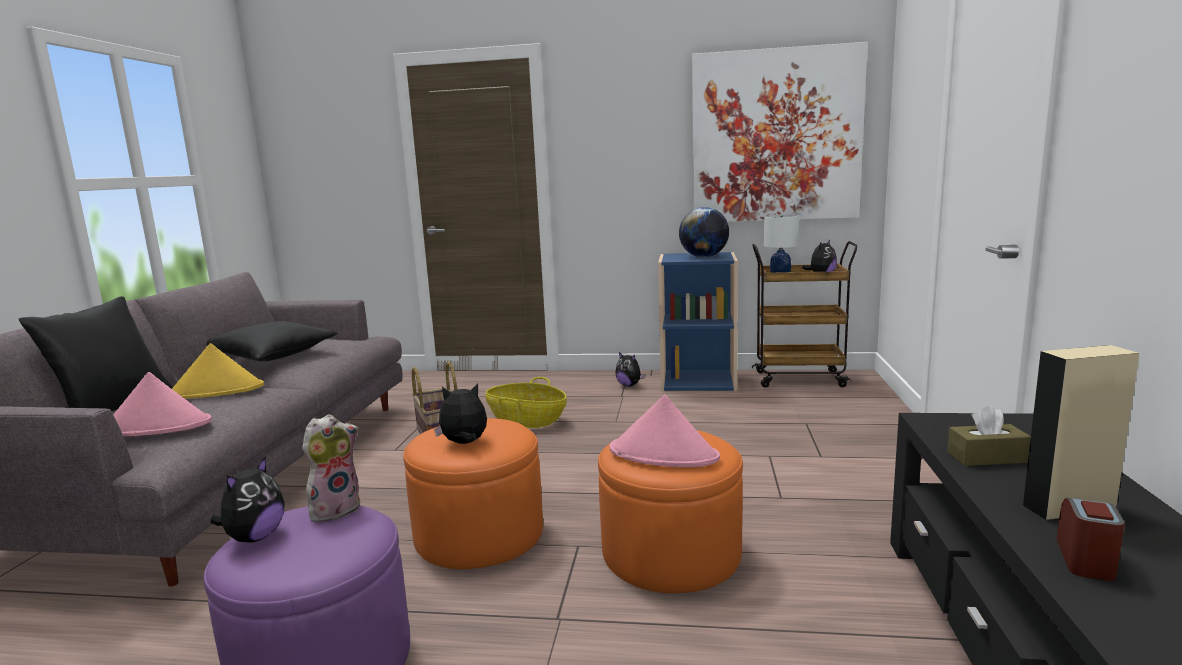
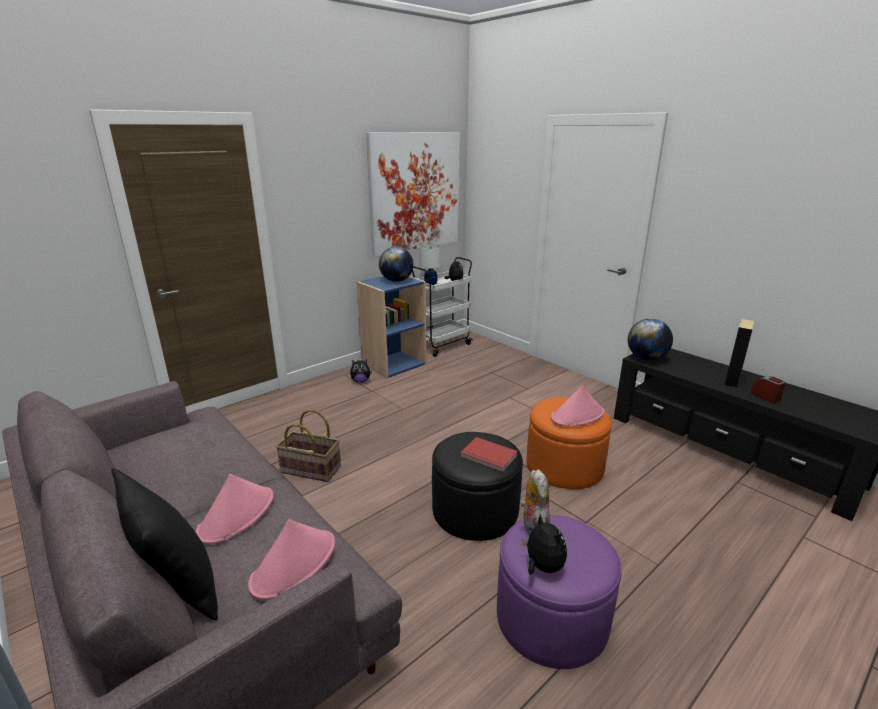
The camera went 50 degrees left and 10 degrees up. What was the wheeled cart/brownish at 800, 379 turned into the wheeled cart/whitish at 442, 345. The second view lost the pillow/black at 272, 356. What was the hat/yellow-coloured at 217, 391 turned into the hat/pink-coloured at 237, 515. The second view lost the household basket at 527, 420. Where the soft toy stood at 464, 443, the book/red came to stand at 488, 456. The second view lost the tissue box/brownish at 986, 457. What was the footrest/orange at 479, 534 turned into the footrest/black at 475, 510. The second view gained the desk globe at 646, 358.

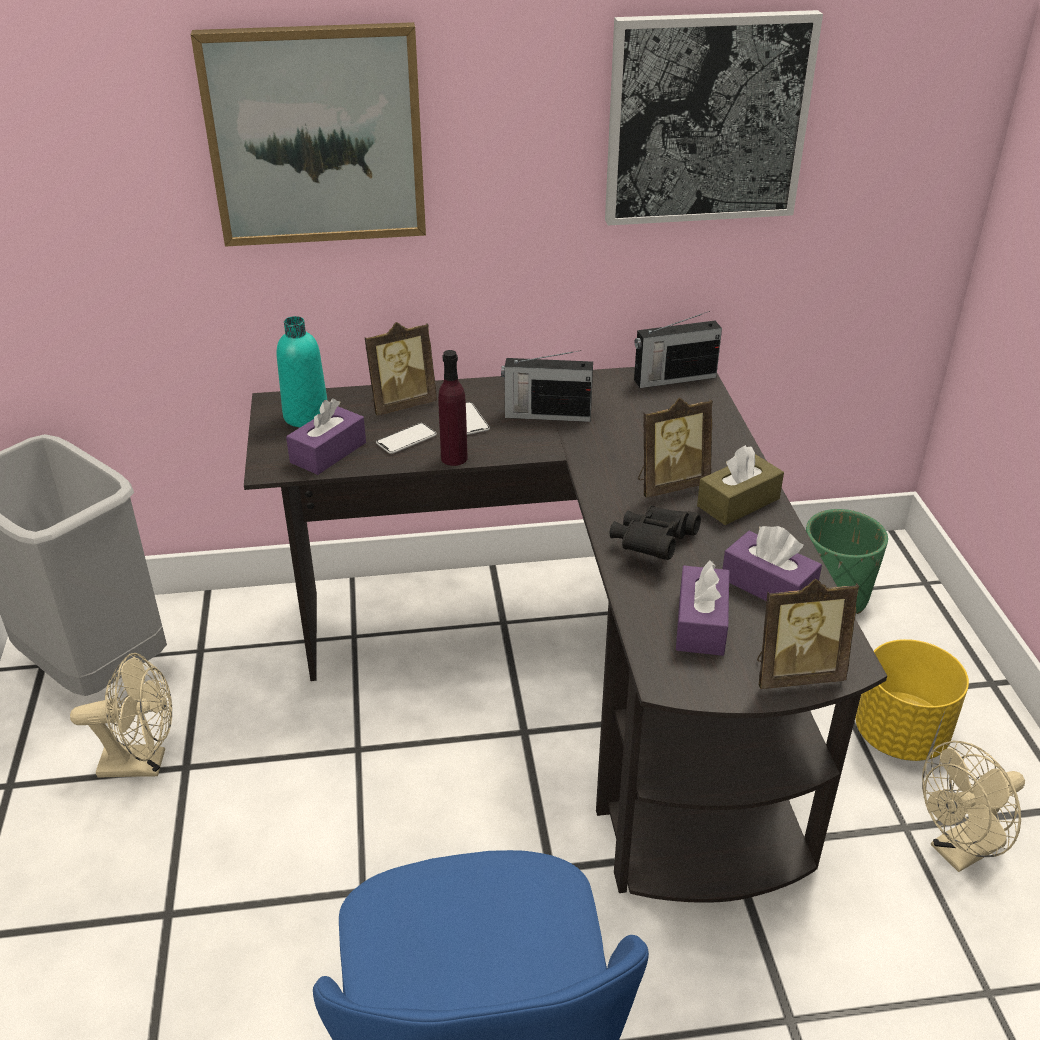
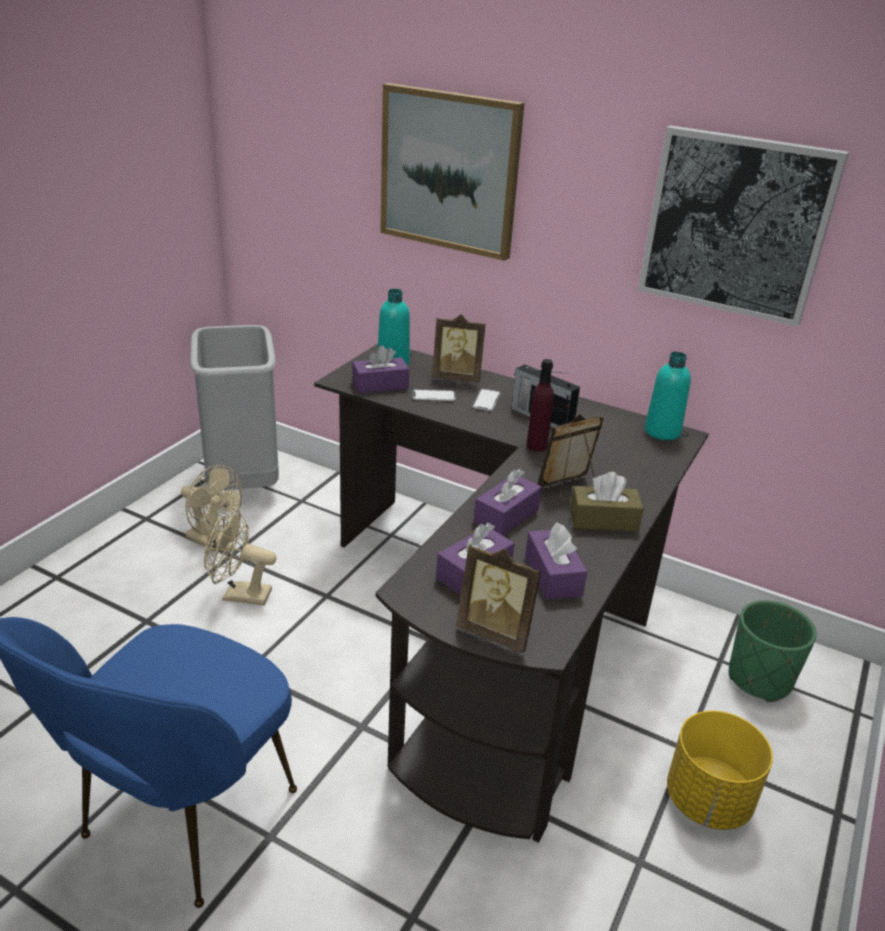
The camera went 35 degrees right and 5 degrees down. Where the radio set stood at 673, 378, the bottle/turquoise came to stand at 662, 431. The bottle/purplish ended up elsewhere, having gone from 454, 458 to 536, 446. The photo frame at 670, 484 ended up facing another way, 135 degrees clockwise from before. Where the pair of binoculars/black stood at 652, 545, the tissue box/purplish came to stand at 506, 516. The electric fan/beige ended up elsewhere, having gone from 959, 852 to 239, 595.

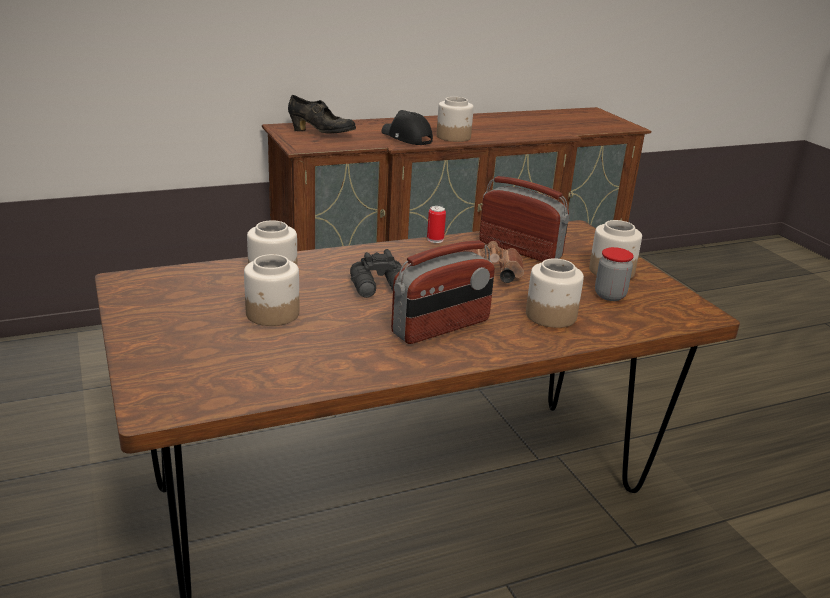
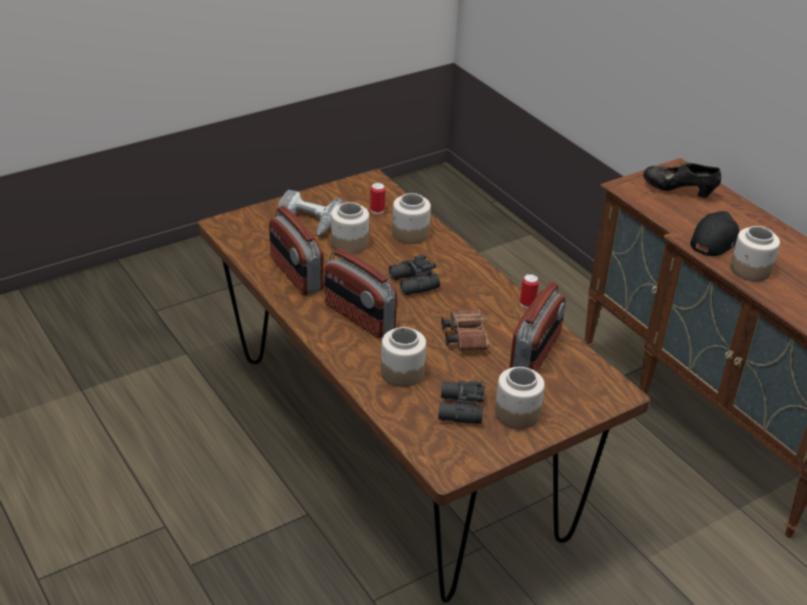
The camera went 80 degrees right and 10 degrees up. The shoe/black at 321, 134 ended up facing another way, 105 degrees clockwise from before. Where the preserve jar stood at 610, 295, the pair of binoculars/black came to stand at 459, 409. The second view gained the sealed can at 377, 210. The second view gained the electric drill at 307, 220. The second view gained the radio set at 295, 274.

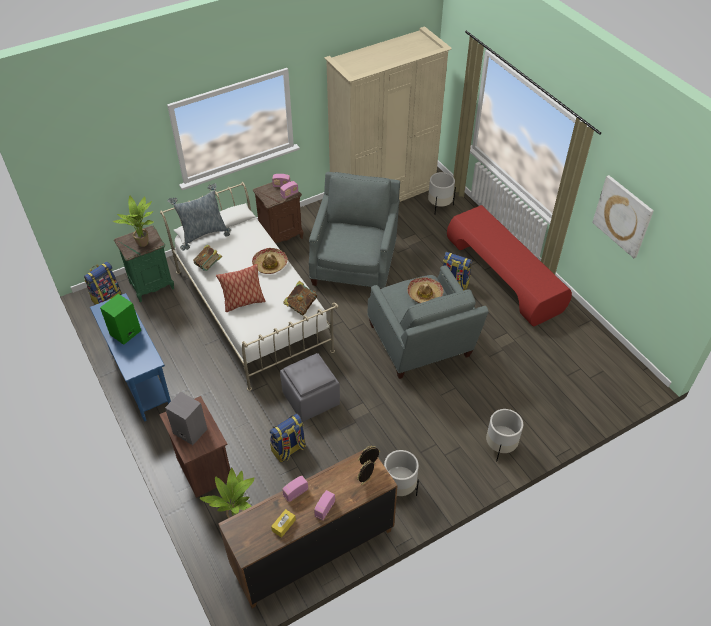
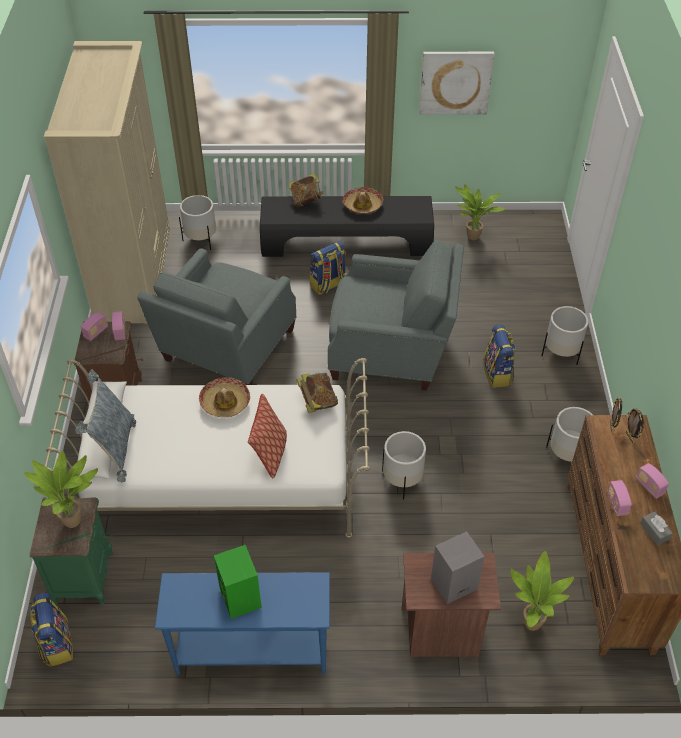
The camera went 60 degrees left and 0 degrees up. The lounge chair/gray at 355, 262 ended up facing another way, 105 degrees counterclockwise from before. What was the bench/red at 504, 275 turned into the bench/black at 346, 242. The book ended up elsewhere, having gone from 209, 266 to 306, 200. The hat ended up elsewhere, having gone from 425, 294 to 362, 205. Where the footrest/gray stood at 311, 398, the flower pot/whitish came to stand at 402, 480. The backpack ended up elsewhere, having gone from 289, 449 to 498, 374. What was the tissue box/yellow-coloured at 283, 525 turned into the tissue box/gray at 654, 531. The second view gained the plant in a pot at 472, 238.

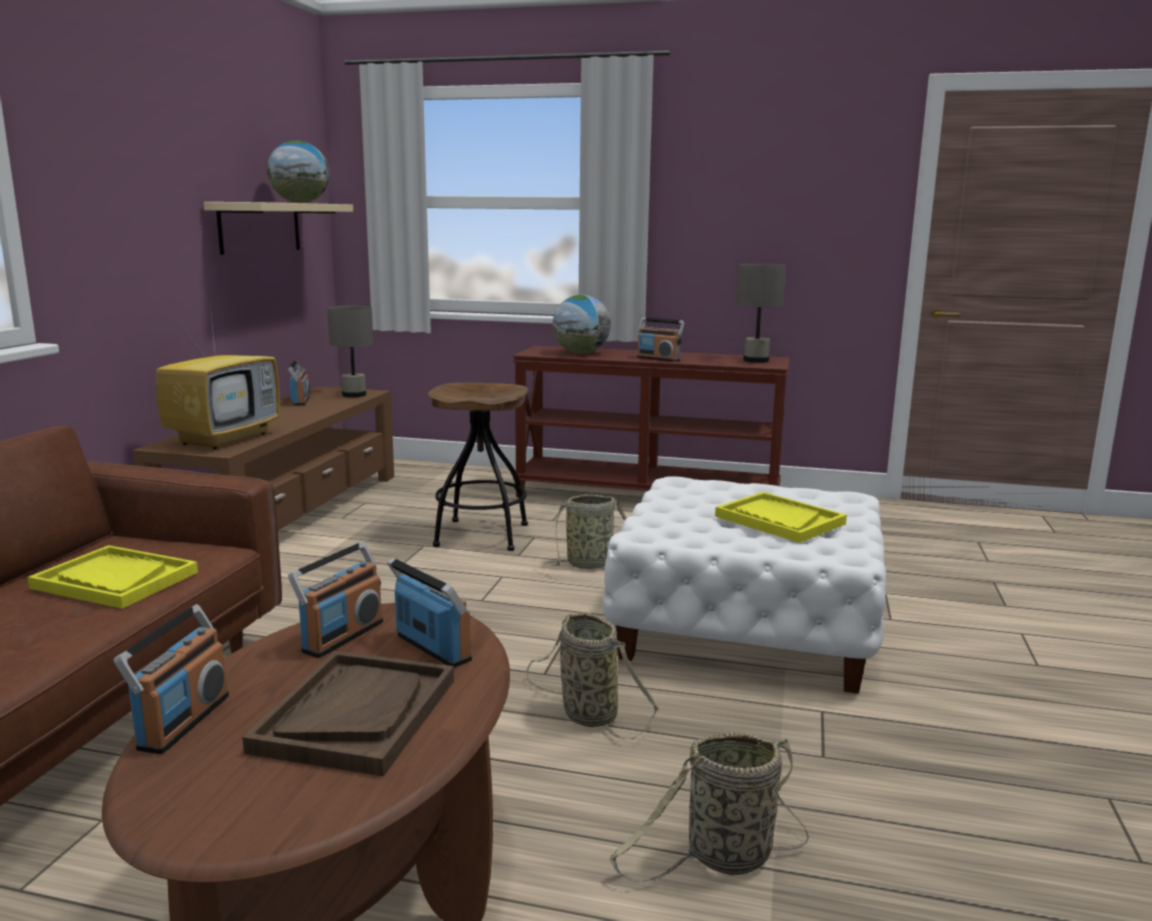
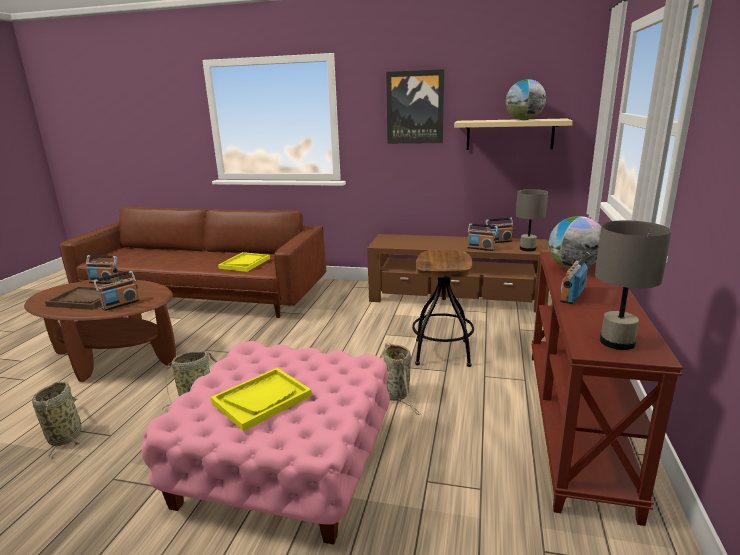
The camera went 90 degrees right and 5 degrees up. The second view lost the TV at 225, 438. What was the footrest/whitish at 747, 626 turned into the footrest/pink-coloured at 285, 464. The radio set ended up elsewhere, having gone from 342, 636 to 481, 248. The second view gained the wall picture at 415, 107.

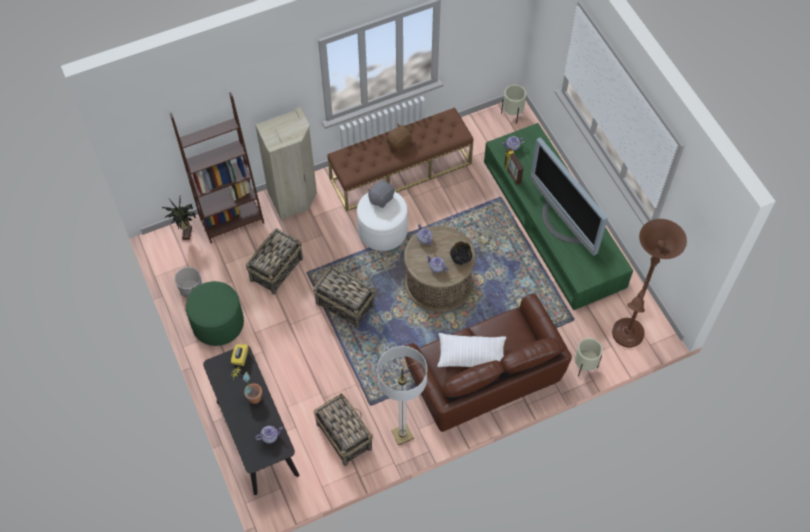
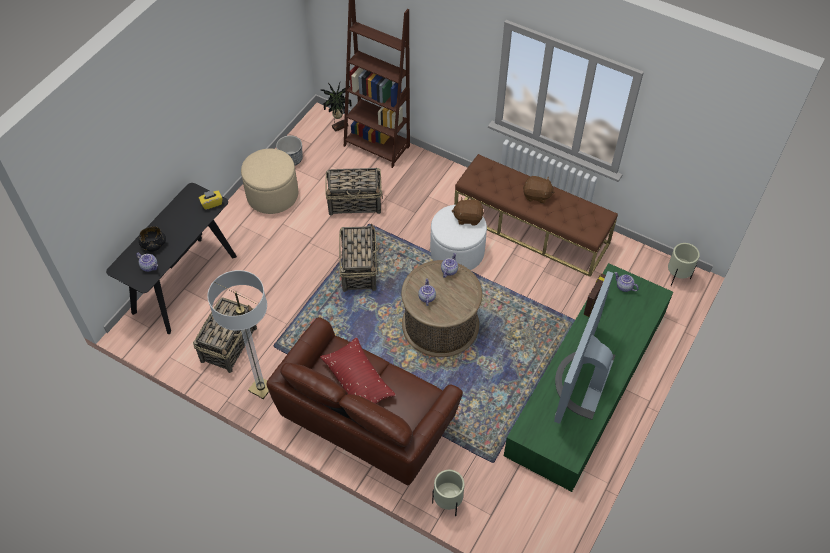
The camera went 55 degrees right and 5 degrees down. The second view lost the cupboard/beige at 294, 197. What was the soft toy/gray at 381, 198 turned into the soft toy/brownish at 468, 217. The second view lost the standard lamp/brownish at 626, 337. The serving bowl/black ended up elsewhere, having gone from 461, 257 to 154, 244. What was the footrest/greenish at 218, 323 turned into the footrest/beige at 272, 195. What was the pillow/whitish at 471, 356 turned into the pillow/red at 357, 381. The second view lost the plant in a pot at 250, 396.

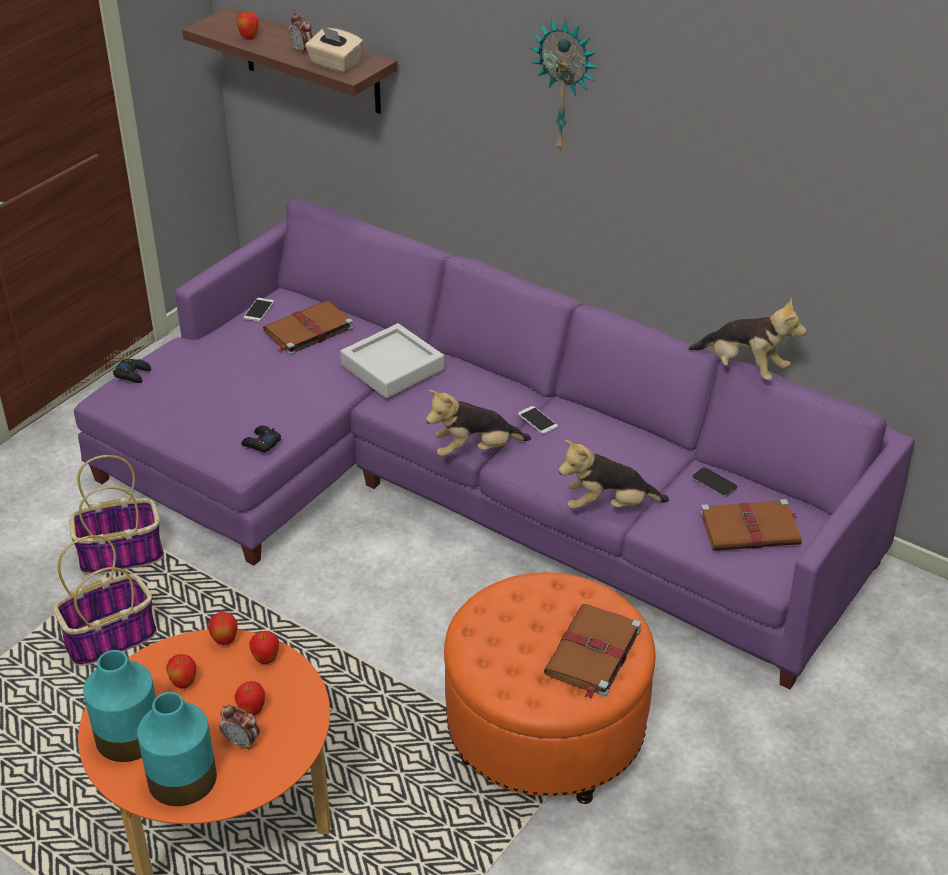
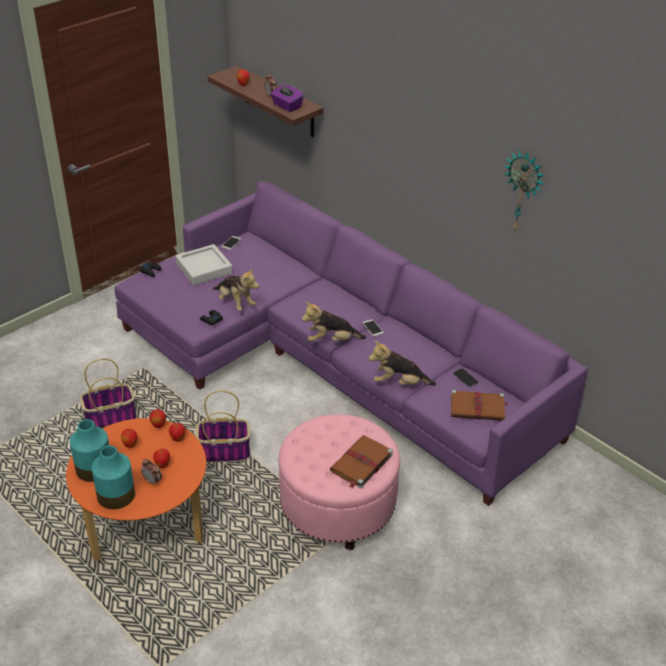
The camera went 10 degrees right and 0 degrees up. The wall clock ended up elsewhere, having gone from 566, 85 to 523, 191. What was the tissue box/beige at 335, 65 turned into the tissue box/purplish at 286, 106. The soft toy ended up elsewhere, having gone from 743, 368 to 235, 302. The second view lost the book/brownish at 307, 330. The serving tray/gray ended up elsewhere, having gone from 392, 367 to 204, 268. The household basket ended up elsewhere, having gone from 122, 554 to 225, 451. What was the footrest/orange at 545, 735 turned into the footrest/pink-coloured at 337, 509.

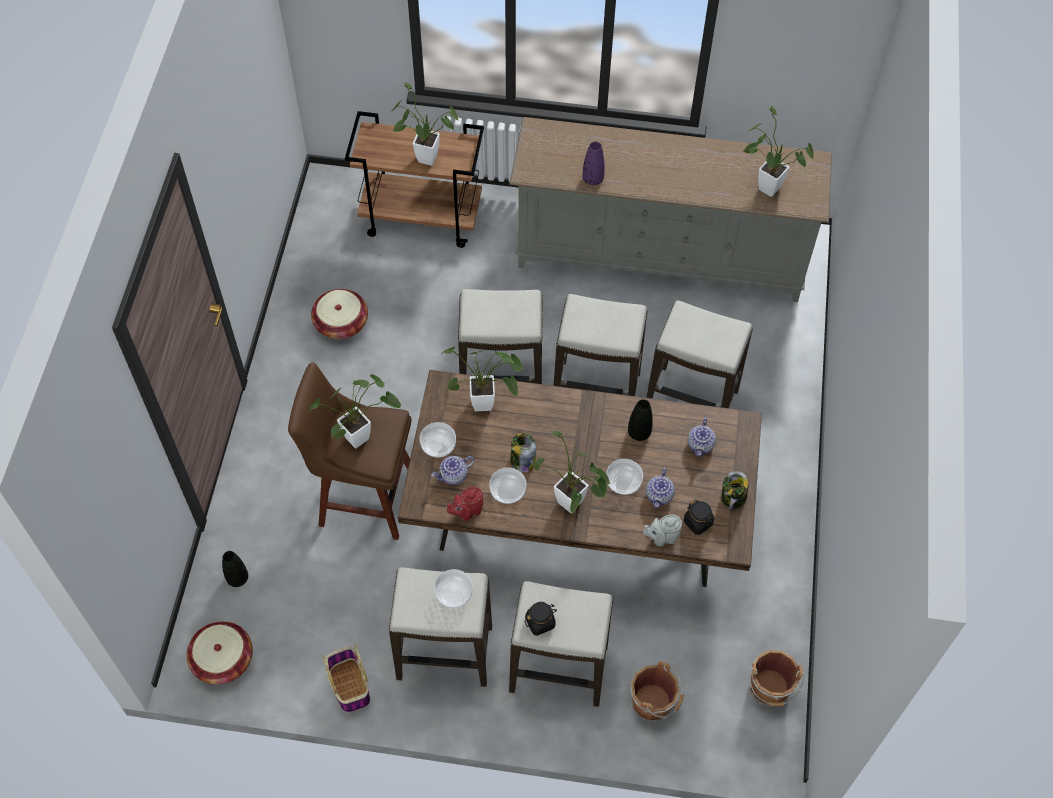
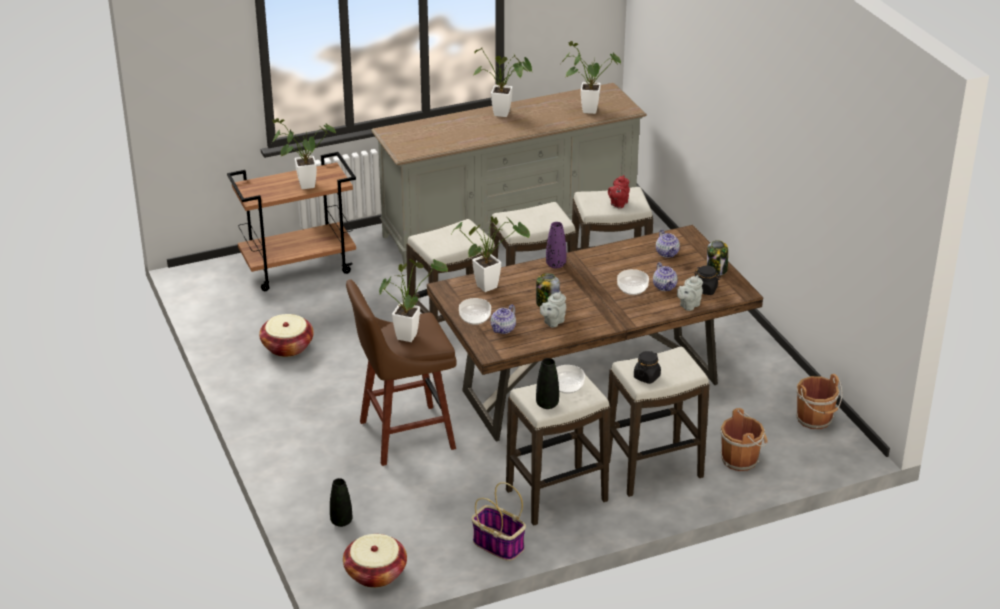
The camera went 30 degrees left and 25 degrees down. The flower vase/purplish ended up elsewhere, having gone from 593, 179 to 555, 264. The flower vase/black ended up elsewhere, having gone from 639, 433 to 547, 404. The plant in a pot ended up elsewhere, having gone from 574, 506 to 505, 114. Where the serving bowl stood at 508, 490, the tea pot/gray came to stand at 552, 322. The tea pot/red ended up elsewhere, having gone from 467, 511 to 618, 204.

